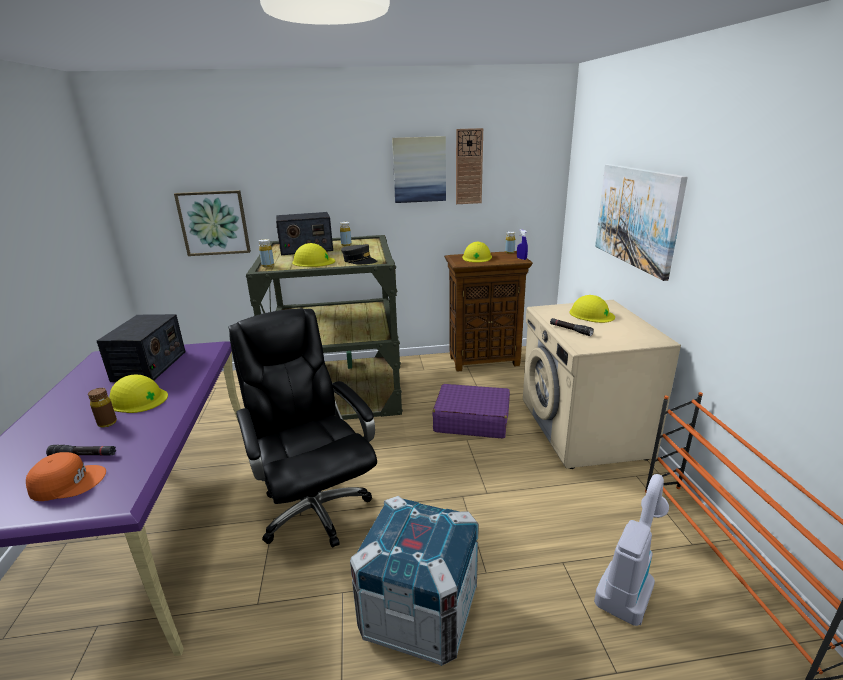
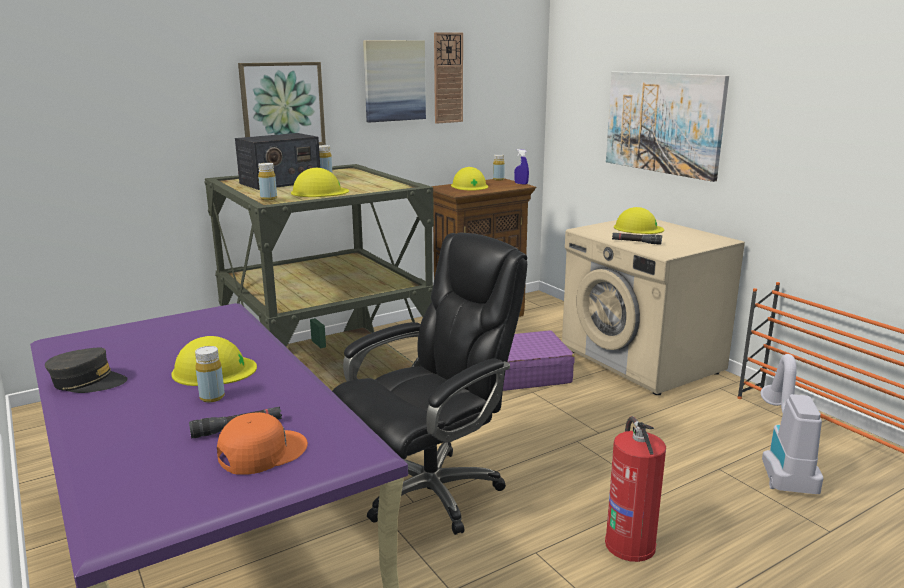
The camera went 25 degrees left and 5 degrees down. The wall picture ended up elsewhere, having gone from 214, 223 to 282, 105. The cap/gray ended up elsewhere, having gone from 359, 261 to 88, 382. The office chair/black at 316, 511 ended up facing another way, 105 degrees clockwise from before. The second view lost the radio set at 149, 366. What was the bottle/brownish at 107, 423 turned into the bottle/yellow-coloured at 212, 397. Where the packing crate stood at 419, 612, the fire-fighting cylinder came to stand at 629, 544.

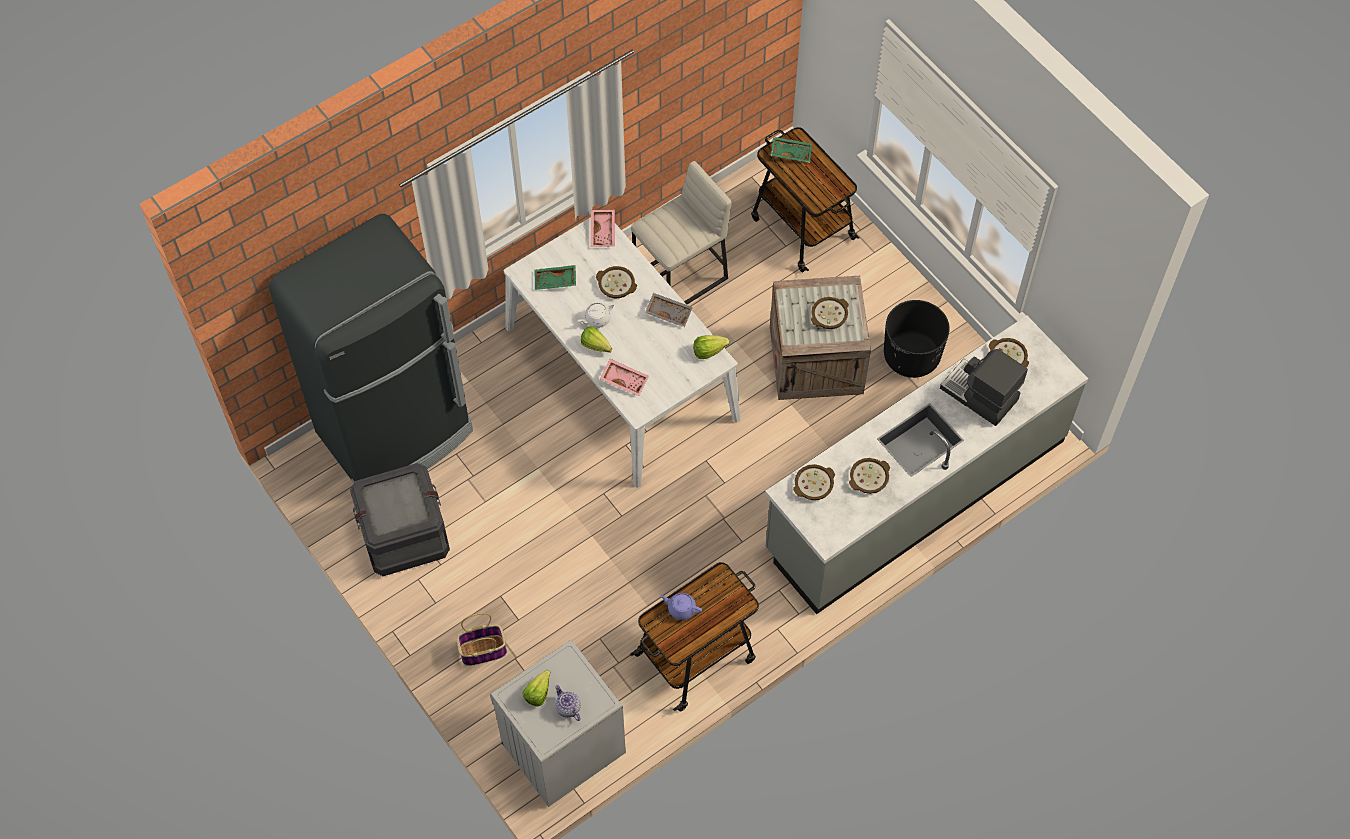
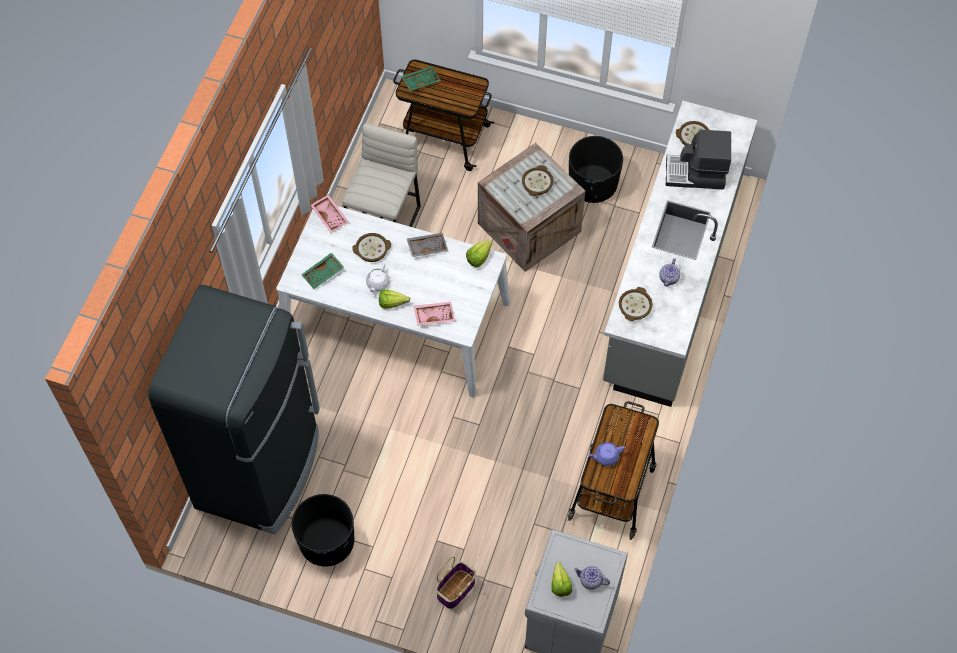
The camera went 35 degrees left and 0 degrees up. Where the serving bowl stood at 869, 478, the tea pot came to stand at 669, 278. Where the packing crate stood at 404, 534, the flower pot/black came to stand at 327, 542.

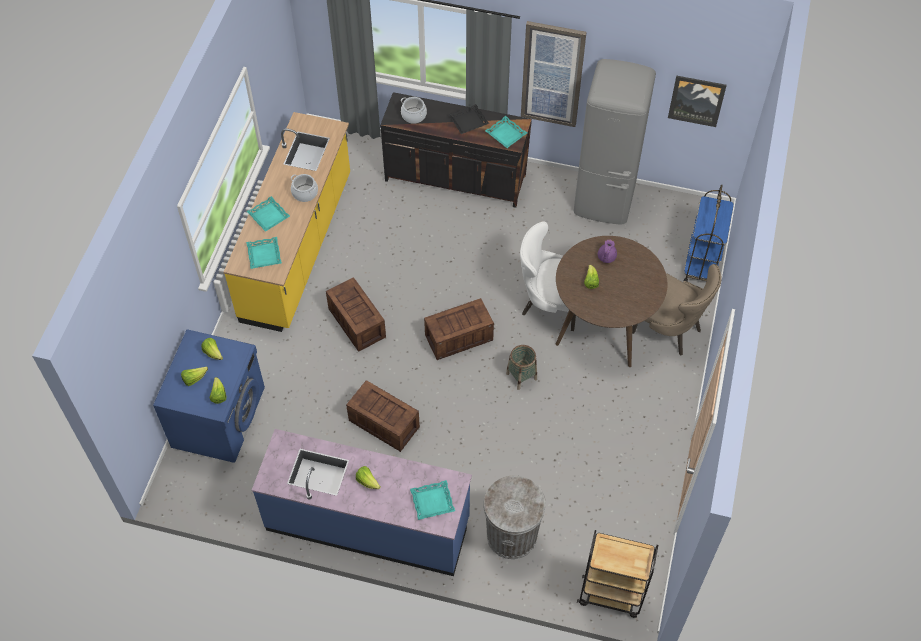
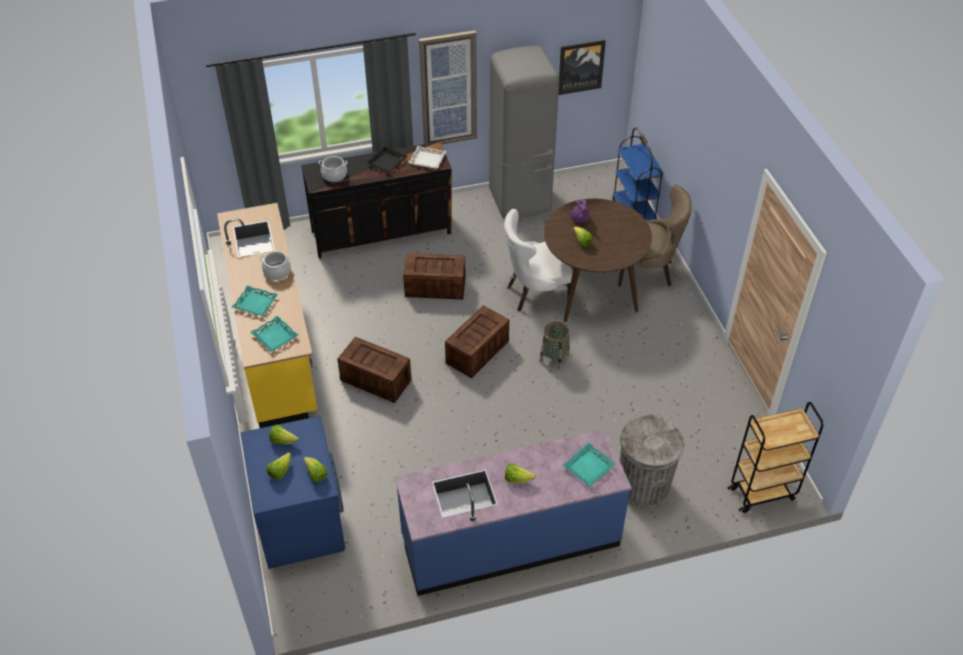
The camera went 30 degrees left and 10 degrees down. What was the serving tray/turquoise at 505, 134 turned into the serving tray/whitish at 427, 160. The packing crate ended up elsewhere, having gone from 383, 423 to 434, 287.

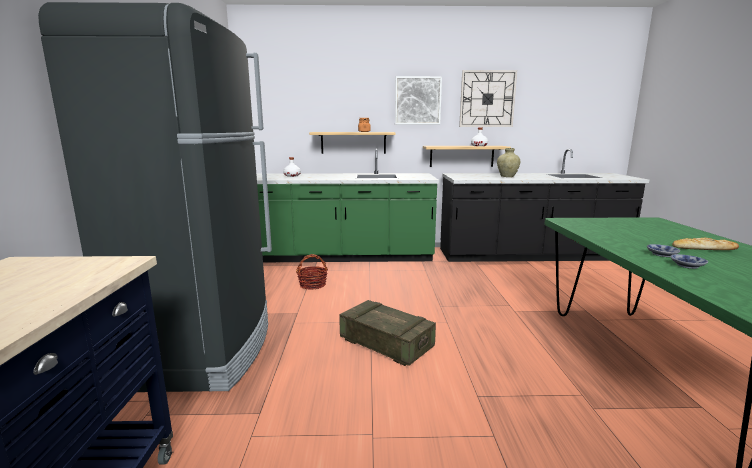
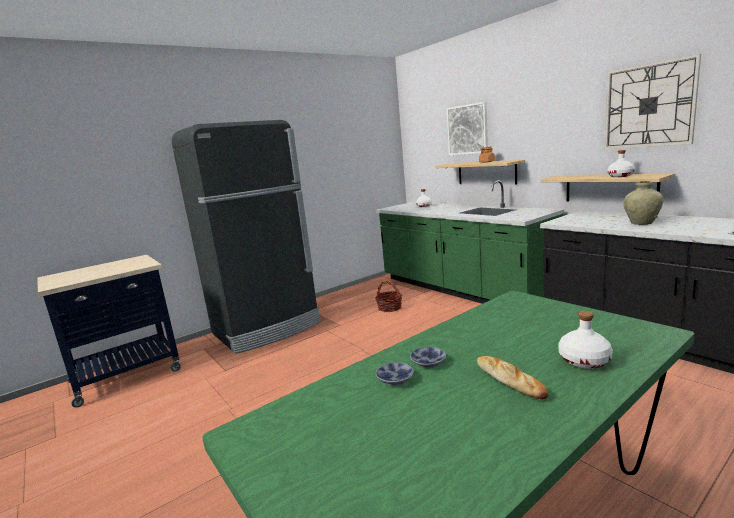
The camera went 55 degrees right and 0 degrees up. The wall picture ended up elsewhere, having gone from 417, 101 to 467, 129. The second view lost the packing crate at 386, 344. The second view gained the bottle/whitish at 585, 360.

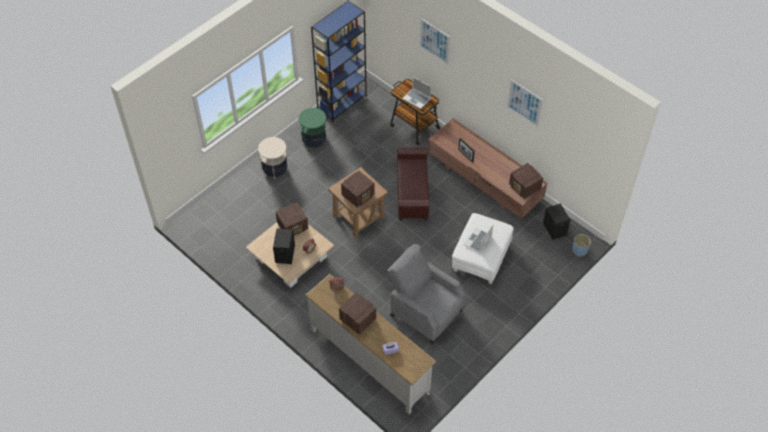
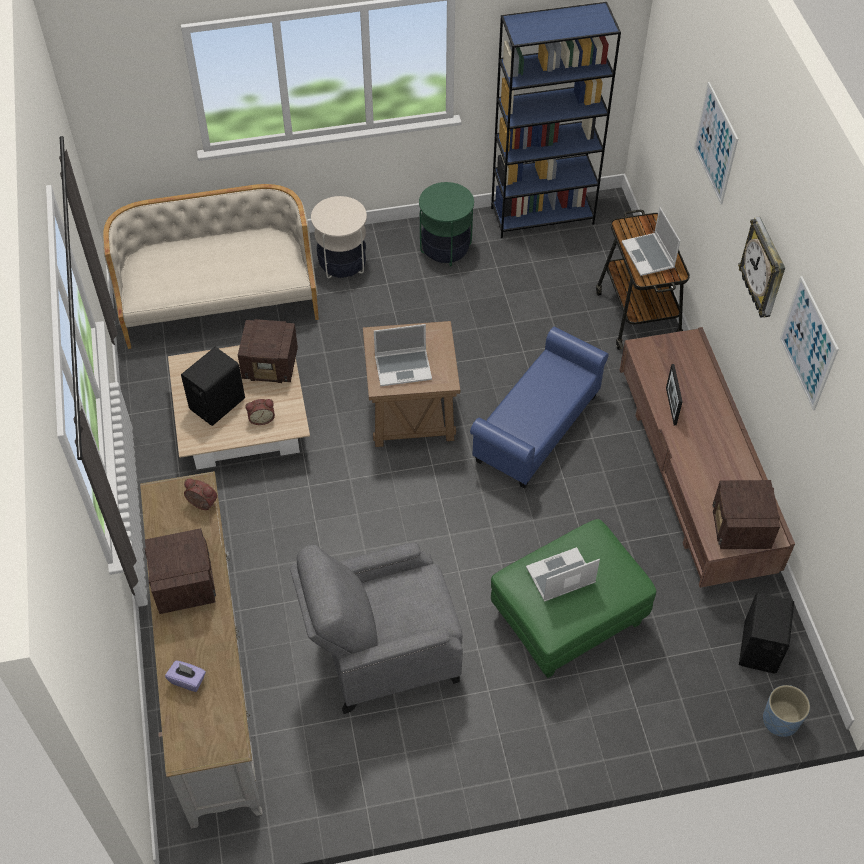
The camera went 35 degrees right and 0 degrees up. What was the footrest/brownish at 412, 194 turned into the footrest/blue-coloured at 536, 428. Where the radio set stood at 358, 195, the notebook computer came to stand at 403, 367. What was the footrest/whitish at 481, 258 turned into the footrest/greenish at 568, 617. The lounge chair/gray at 424, 311 ended up facing another way, 90 degrees counterclockwise from before. The second view gained the settee/beige at 219, 300. The second view gained the wall clock at 764, 270.

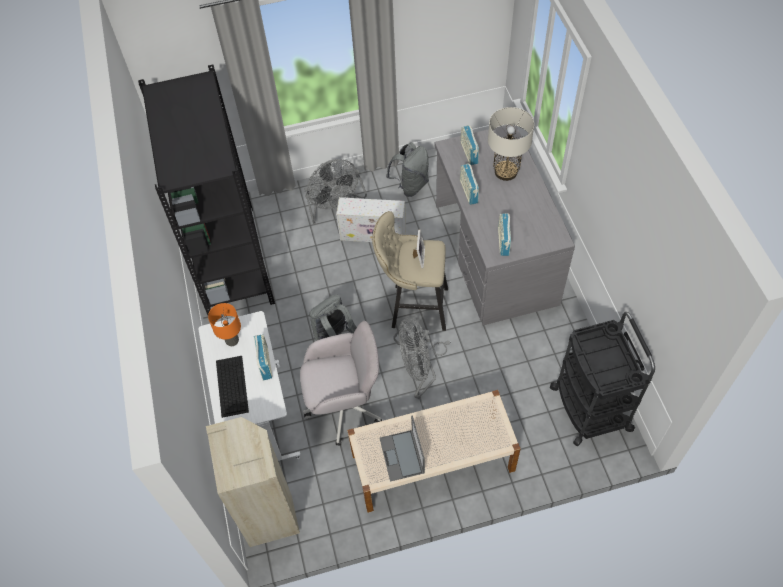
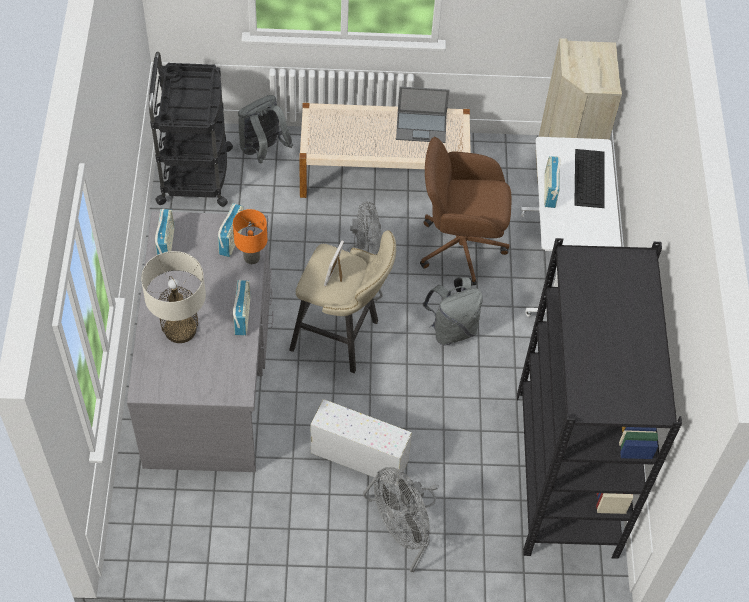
The camera went 170 degrees left and 0 degrees up. The radio set ended up elsewhere, having gone from 469, 153 to 166, 244. The backpack/gray ended up elsewhere, having gone from 410, 185 to 263, 150. The electric fan/gray at 331, 204 ended up facing another way, 105 degrees counterclockwise from before. The table lamp/orange ended up elsewhere, having gone from 232, 342 to 252, 257. What was the office chair/gray at 345, 408 turned into the office chair/brownish at 459, 247. The notebook computer at 402, 456 ended up facing another way, 90 degrees clockwise from before.

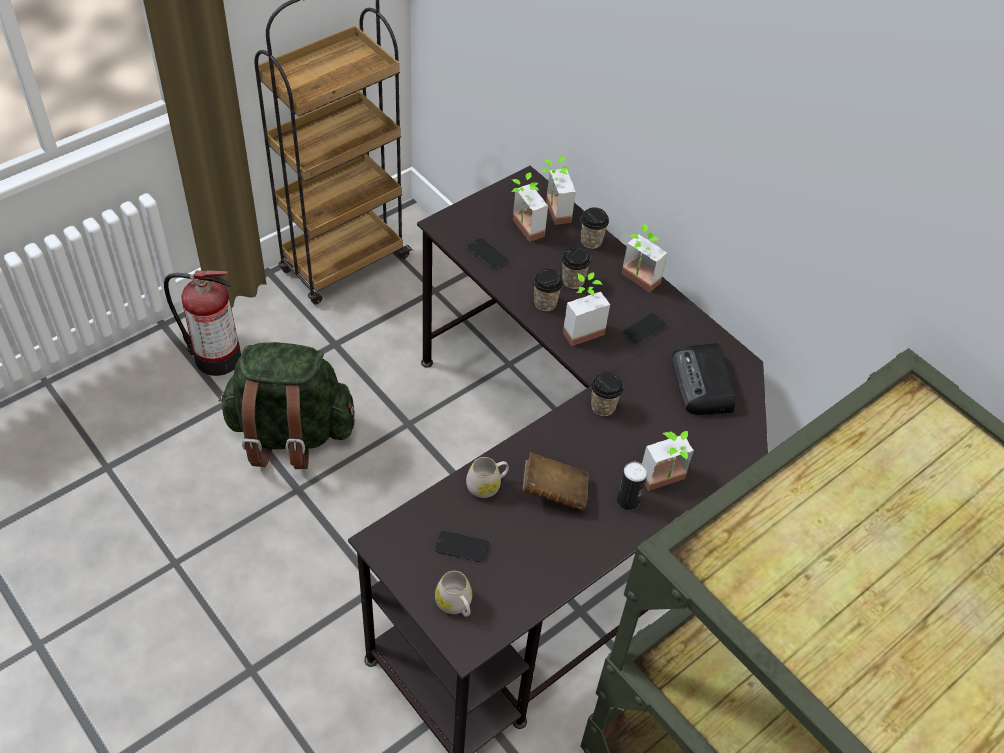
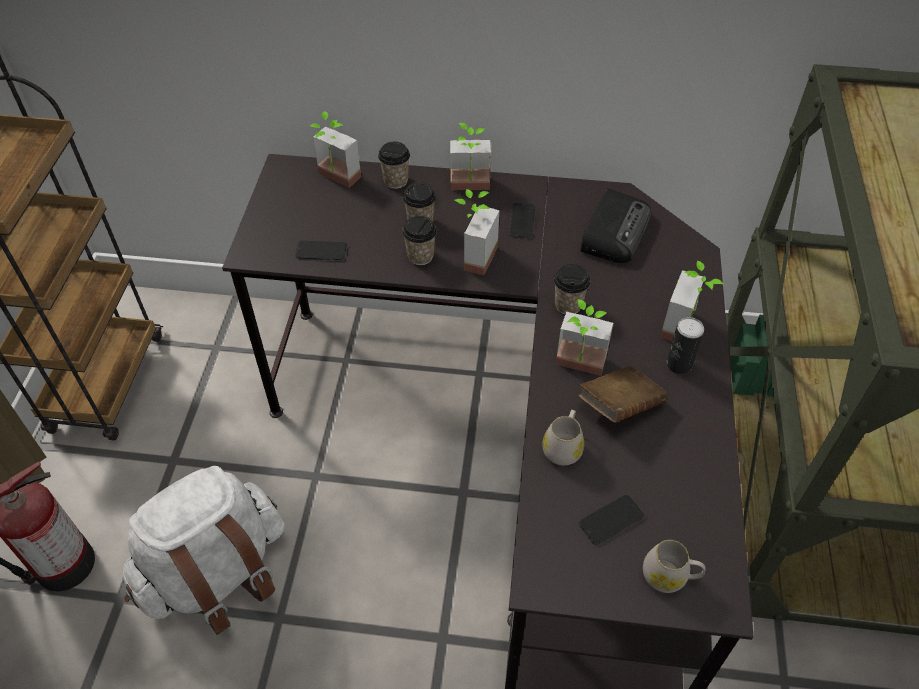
The camera went 40 degrees left and 0 degrees up. The plant in a pot ended up elsewhere, having gone from 522, 230 to 578, 368. What was the backpack/greenish at 290, 434 turned into the backpack/whitish at 217, 574. The radio set at 703, 384 ended up facing another way, 105 degrees counterclockwise from before.

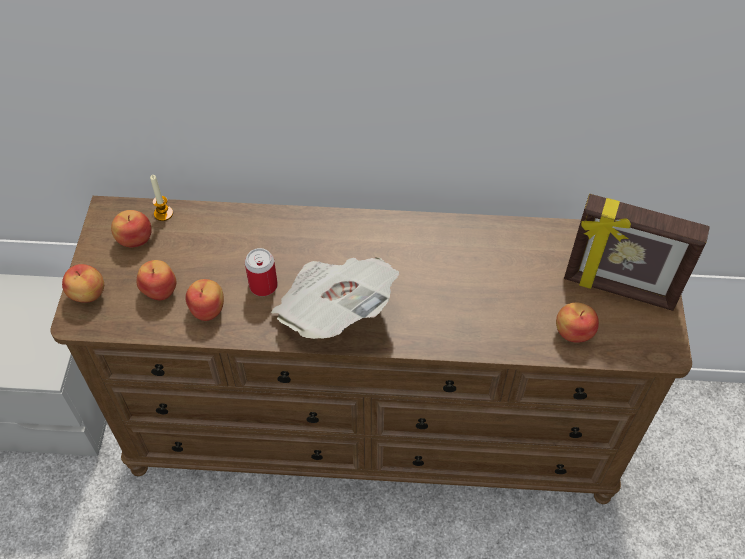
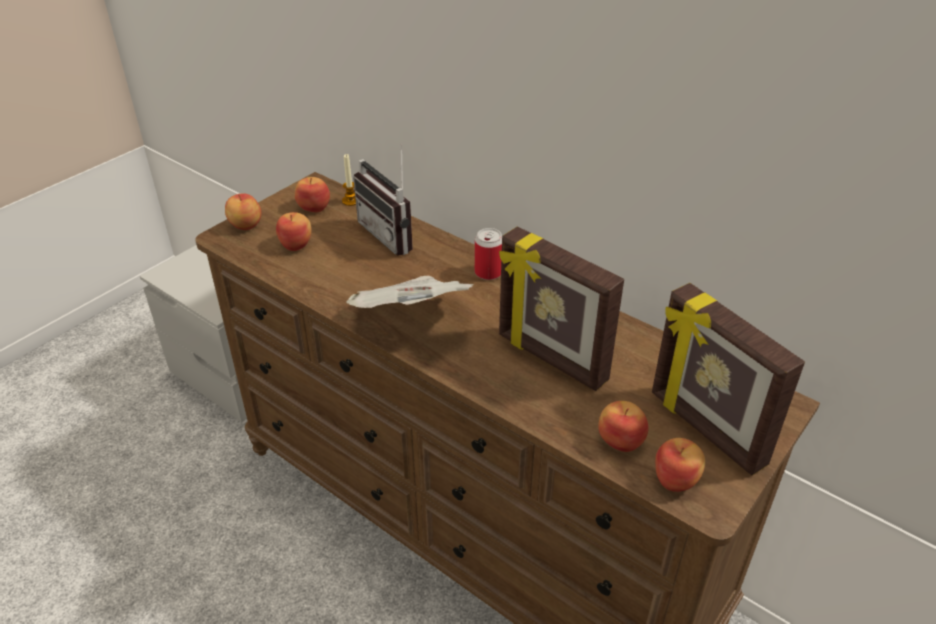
The camera went 35 degrees right and 15 degrees down. The sealed can ended up elsewhere, having gone from 263, 285 to 488, 272. The whole apple ended up elsewhere, having gone from 208, 309 to 676, 479. The second view gained the radio set at 393, 234. The second view gained the photo frame at 550, 359.

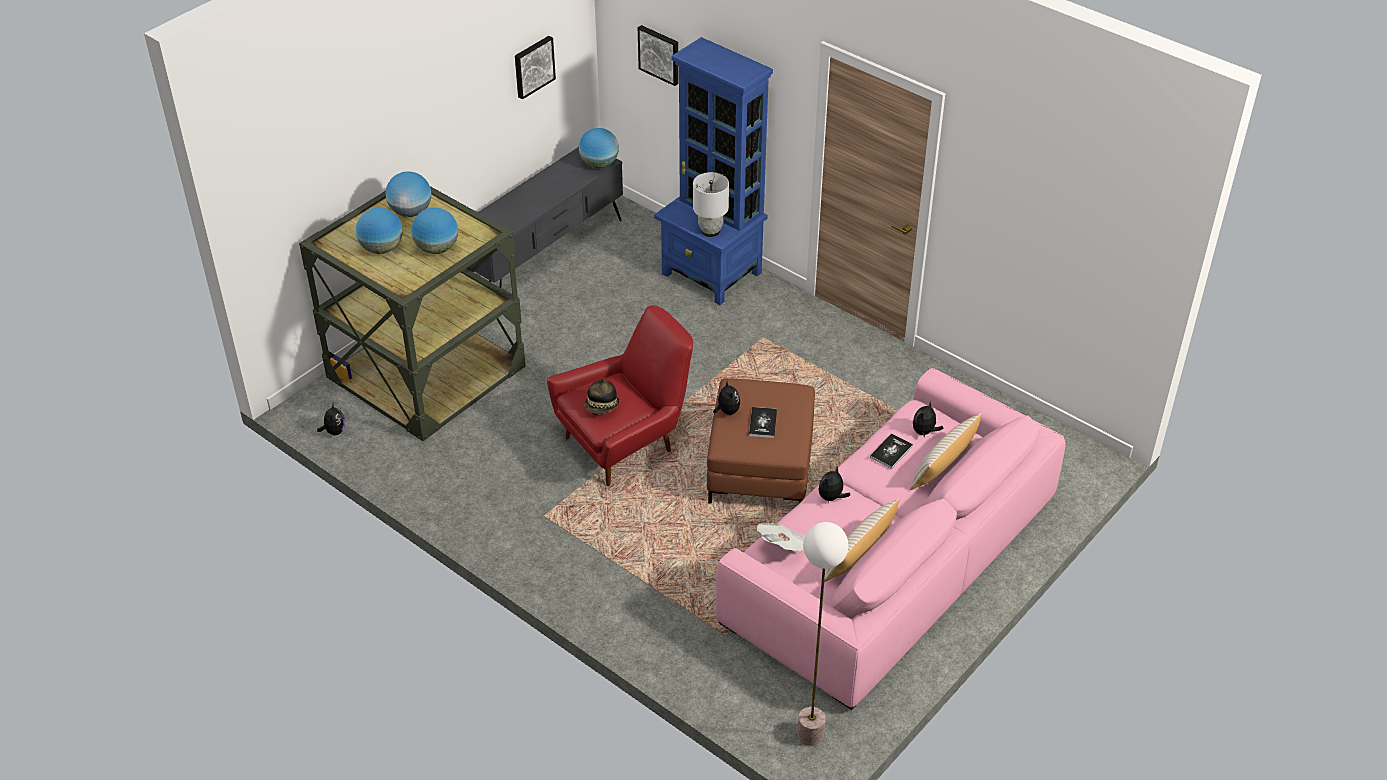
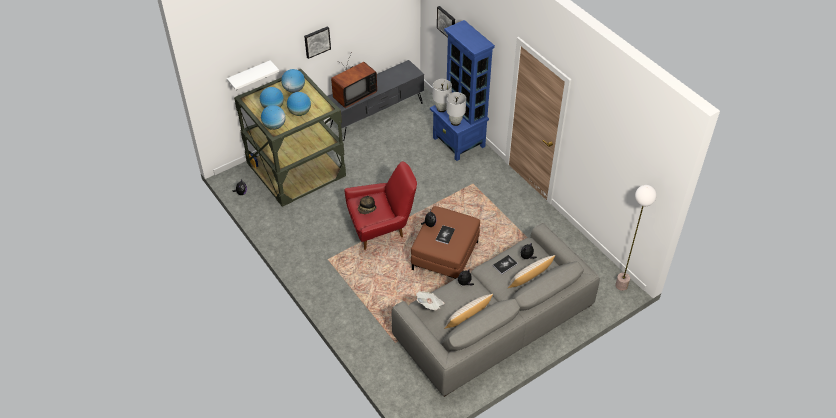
The camera went 15 degrees right and 5 degrees up. The wall picture ended up elsewhere, having gone from 533, 66 to 317, 41. The desk globe ended up elsewhere, having gone from 599, 164 to 274, 126. What was the settee/pink-coloured at 890, 560 turned into the settee/gray at 494, 320. The standard lamp ended up elsewhere, having gone from 810, 735 to 621, 285. The second view gained the TV at 353, 95. The second view gained the shelf/whitish at 249, 76. The second view gained the table lamp/whitish at 441, 109.

